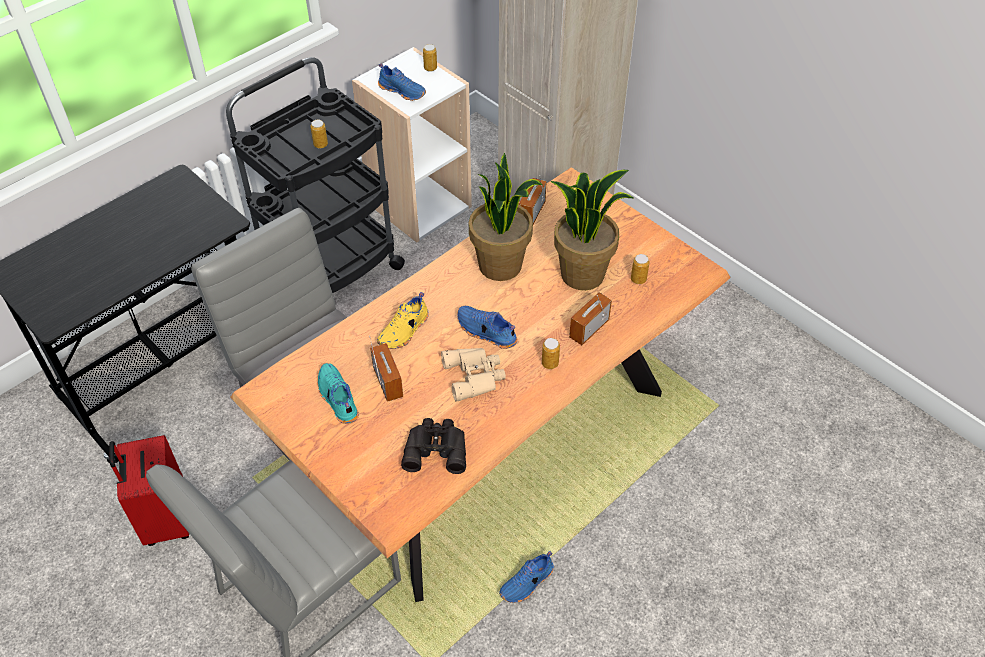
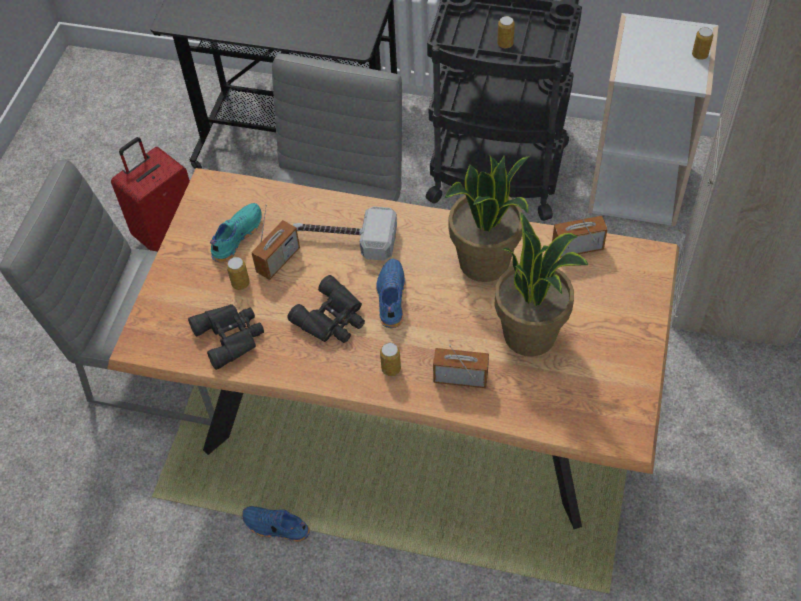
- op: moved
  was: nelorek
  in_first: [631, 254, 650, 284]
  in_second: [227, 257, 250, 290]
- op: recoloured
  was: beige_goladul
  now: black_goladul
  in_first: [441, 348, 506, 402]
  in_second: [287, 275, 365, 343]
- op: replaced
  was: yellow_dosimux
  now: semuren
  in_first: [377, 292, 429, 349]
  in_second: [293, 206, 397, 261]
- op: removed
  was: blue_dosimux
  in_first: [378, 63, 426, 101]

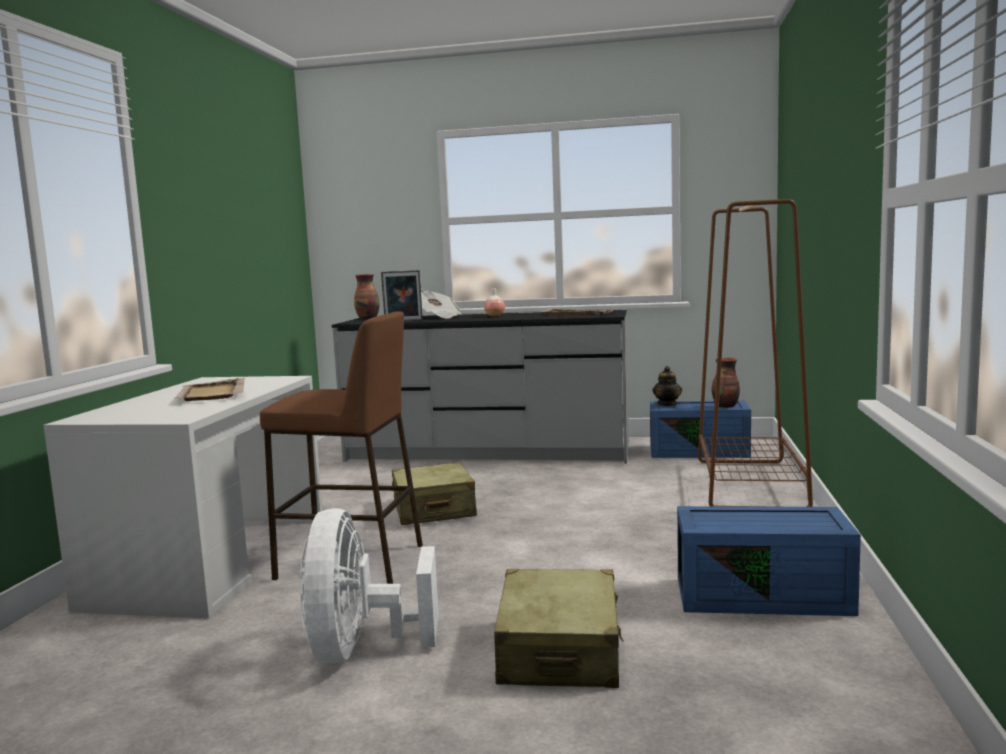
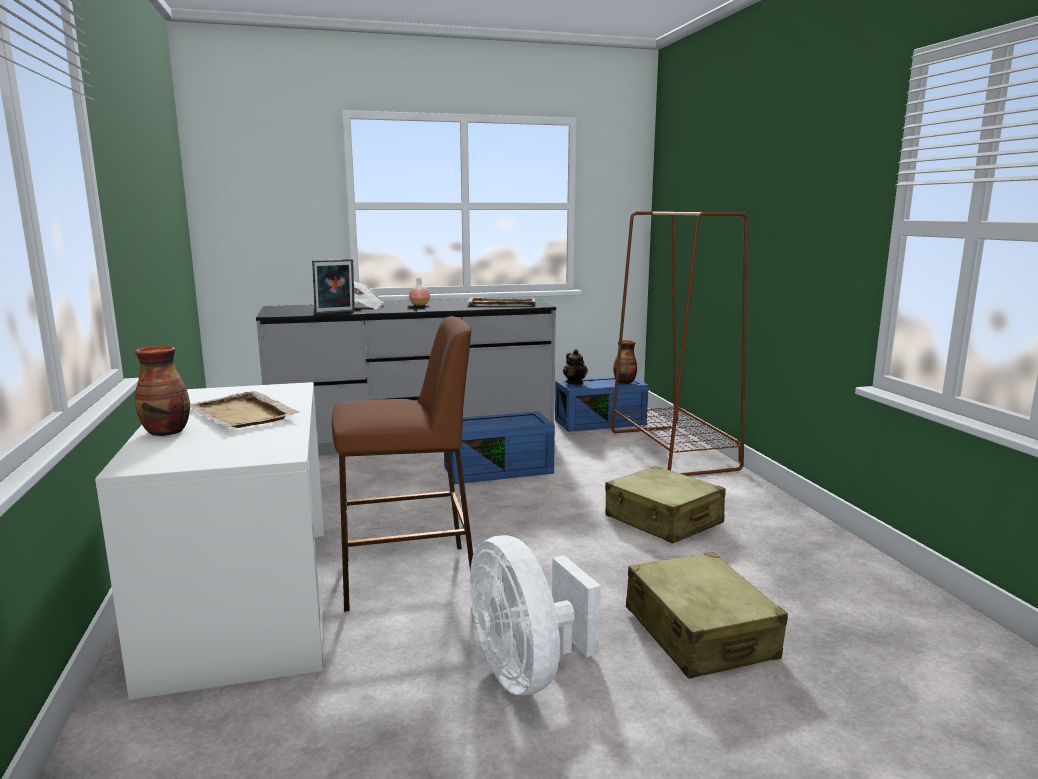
- op: moved
  was: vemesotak
  in_first: [354, 274, 380, 319]
  in_second: [135, 346, 190, 436]
- op: moved
  was: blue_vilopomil
  in_first: [677, 506, 861, 616]
  in_second: [444, 411, 555, 484]
- op: moved
  was: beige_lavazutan
  in_first: [392, 462, 477, 525]
  in_second: [605, 466, 726, 544]

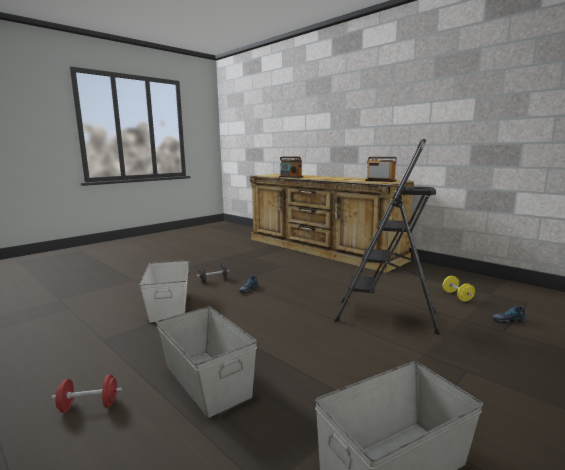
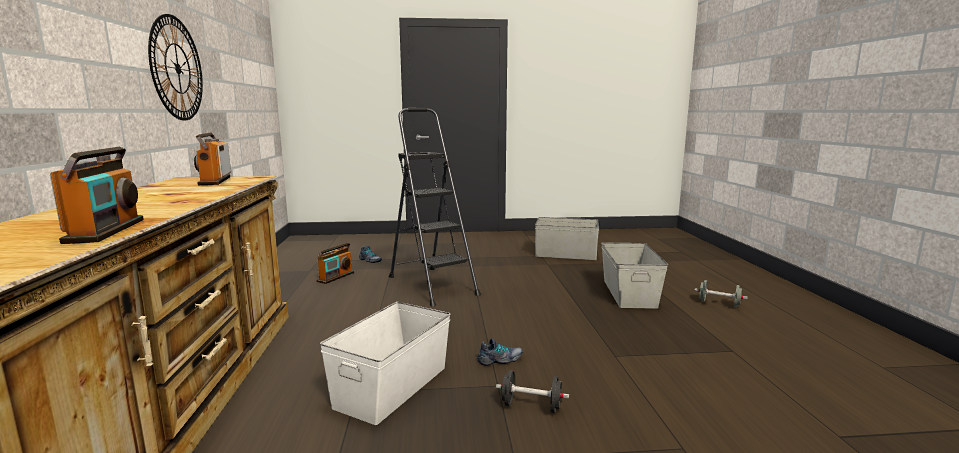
- op: added
  now: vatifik
  in_second: [148, 14, 203, 121]
- op: replaced
  was: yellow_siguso
  now: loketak
  in_first: [443, 276, 475, 302]
  in_second: [316, 243, 354, 284]
- op: moved
  was: white_vilopomil
  in_first: [139, 260, 189, 323]
  in_second: [320, 302, 451, 425]
- op: recoloured
  was: red_siguso
  now: grey_siguso
  in_first: [51, 374, 122, 413]
  in_second: [695, 280, 748, 308]

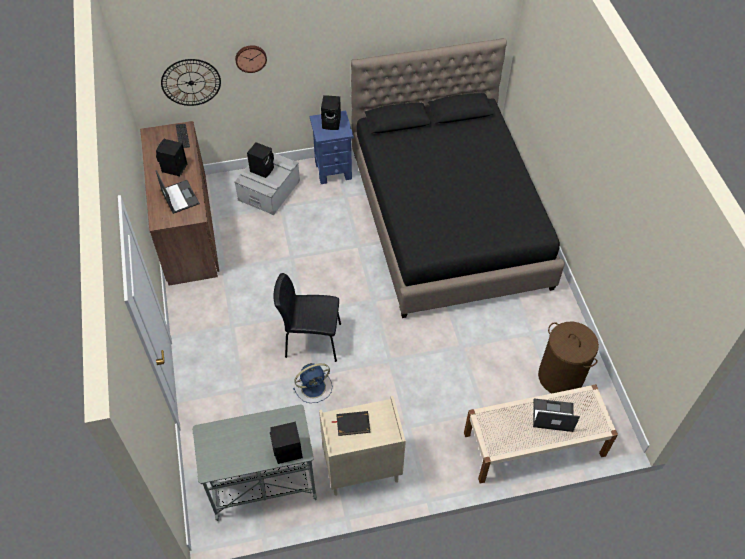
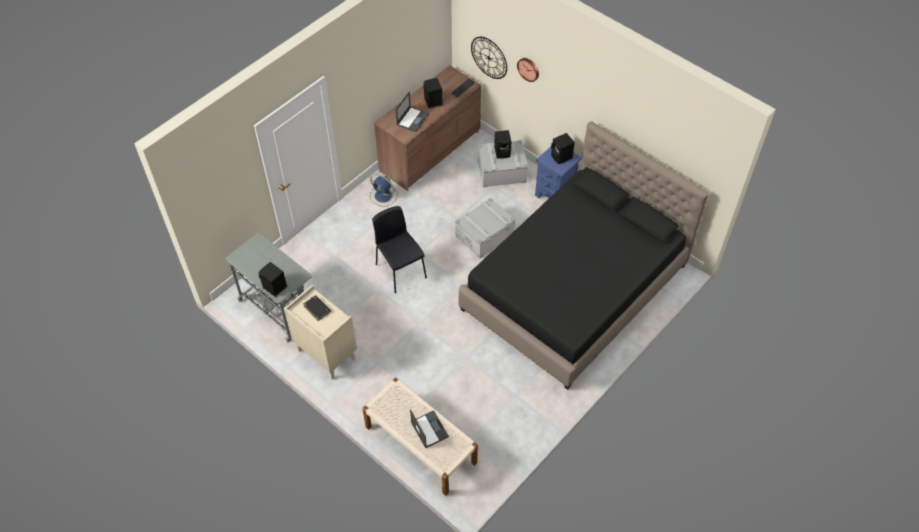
- op: moved
  was: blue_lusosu
  in_first: [293, 363, 332, 403]
  in_second: [370, 174, 398, 207]
- op: added
  now: grey_vilopomil
  in_second: [455, 198, 516, 259]
- op: removed
  was: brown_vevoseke
  in_first: [538, 322, 599, 393]

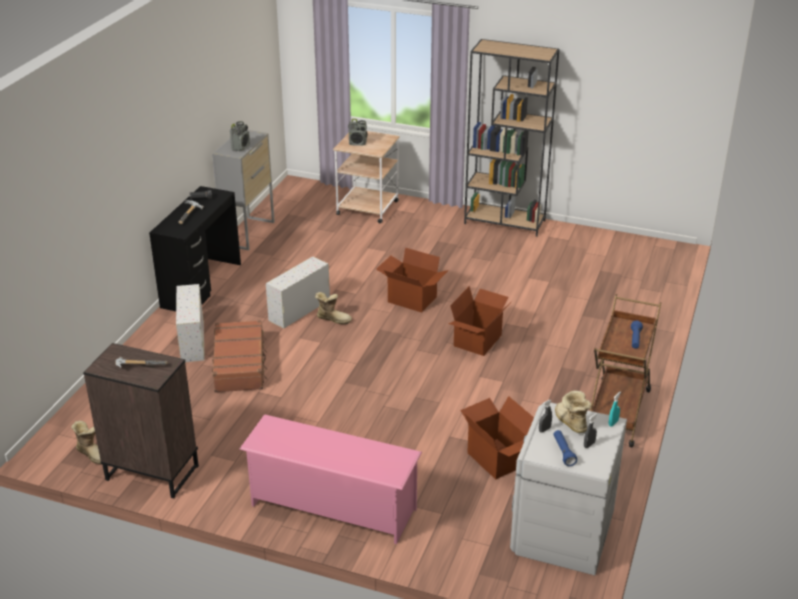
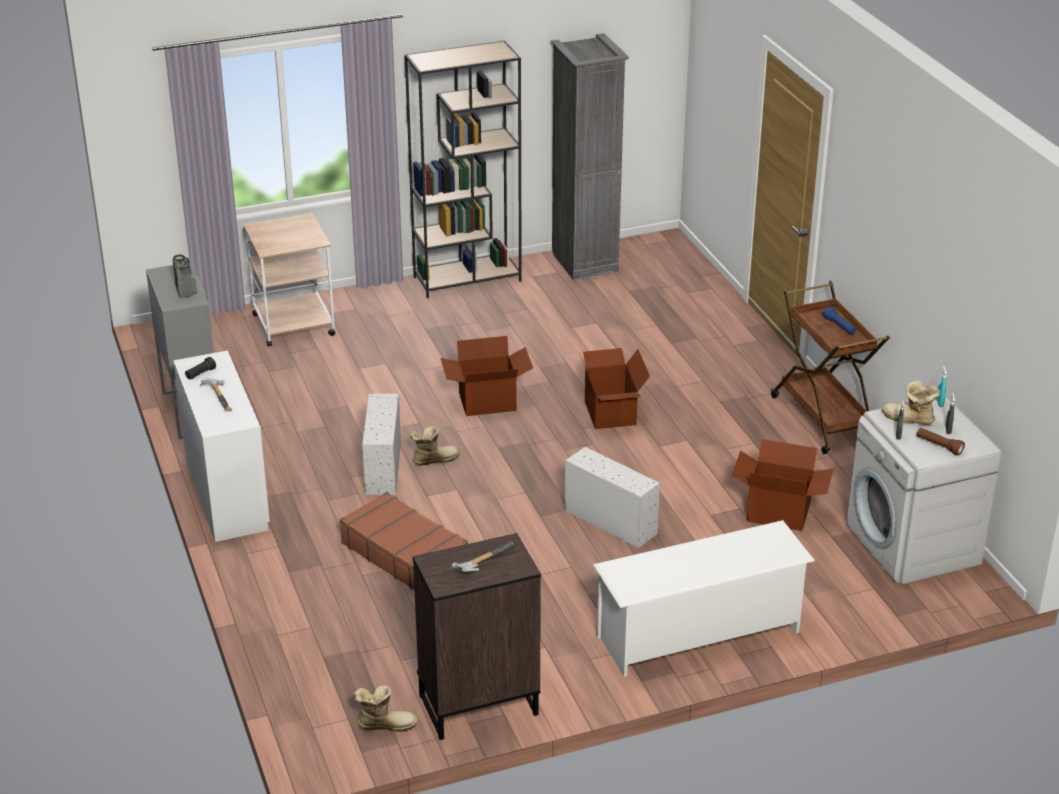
- op: recoloured
  was: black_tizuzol
  now: white_tizuzol
  in_first: [149, 186, 241, 311]
  in_second: [173, 350, 270, 542]
- op: added
  now: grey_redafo
  in_second: [551, 33, 629, 280]
- op: moved
  was: white_vilopomil
  in_first: [176, 284, 205, 362]
  in_second: [565, 447, 660, 548]
- op: recoloured
  was: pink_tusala
  now: white_tusala
  in_first: [239, 414, 422, 544]
  in_second: [593, 520, 815, 677]
- op: recoloured
  was: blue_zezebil
  now: brown_zezebil
  in_first: [554, 430, 577, 466]
  in_second: [917, 428, 965, 455]
- op: removed
  was: loketak
  in_first: [348, 119, 367, 146]

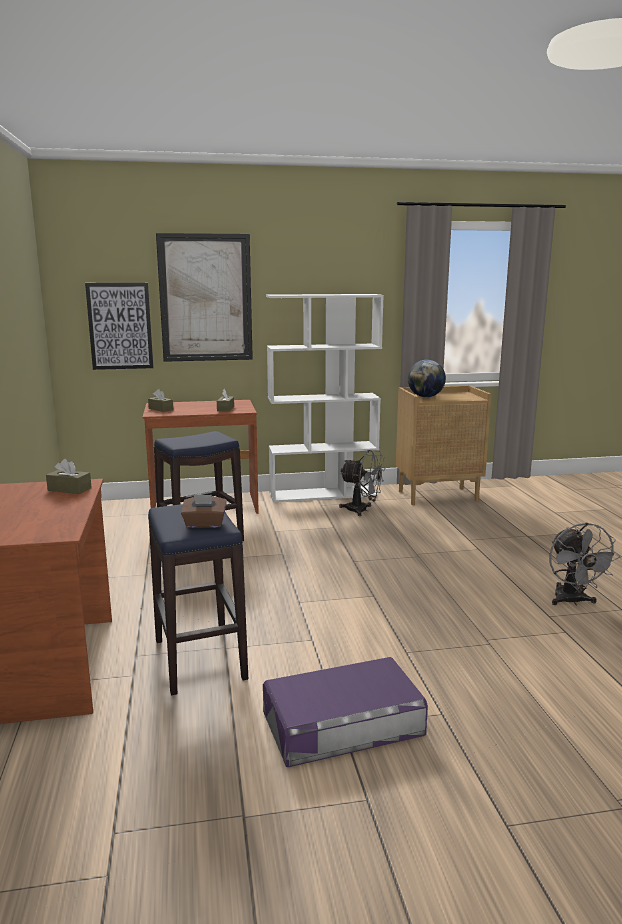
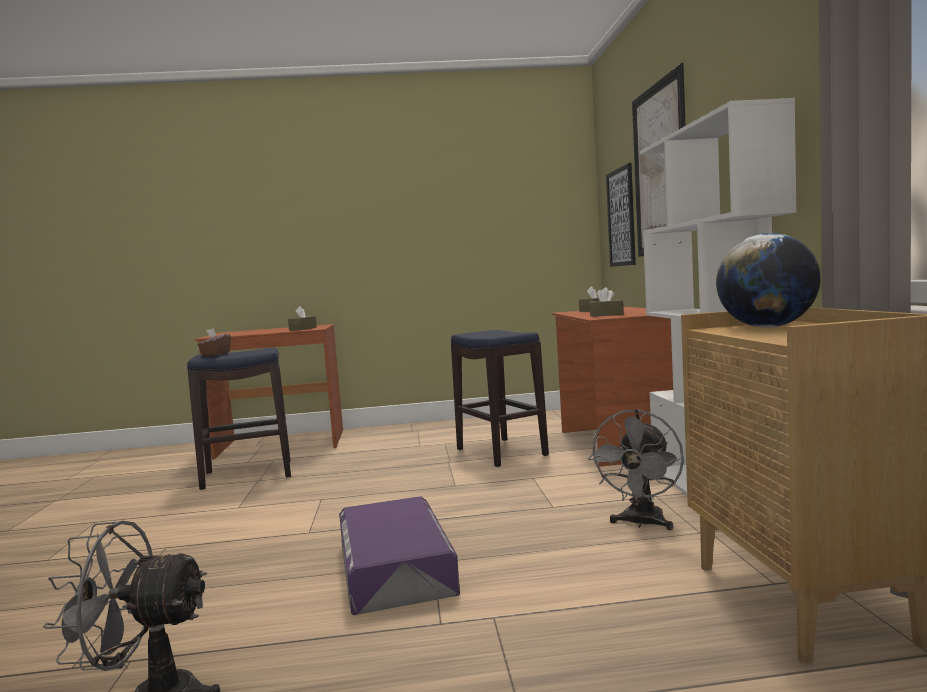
- op: moved
  was: purple_vilopomil
  in_first: [263, 657, 428, 767]
  in_second: [339, 496, 460, 615]

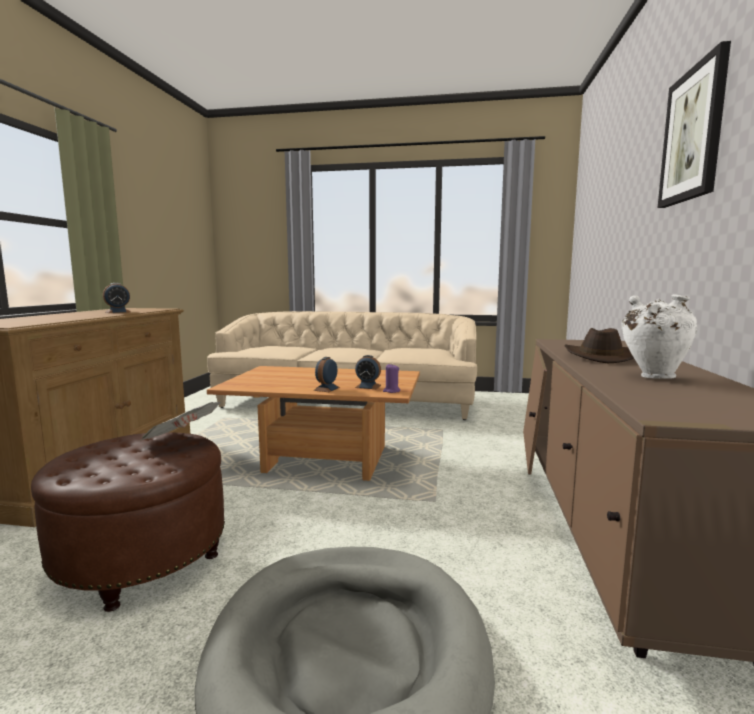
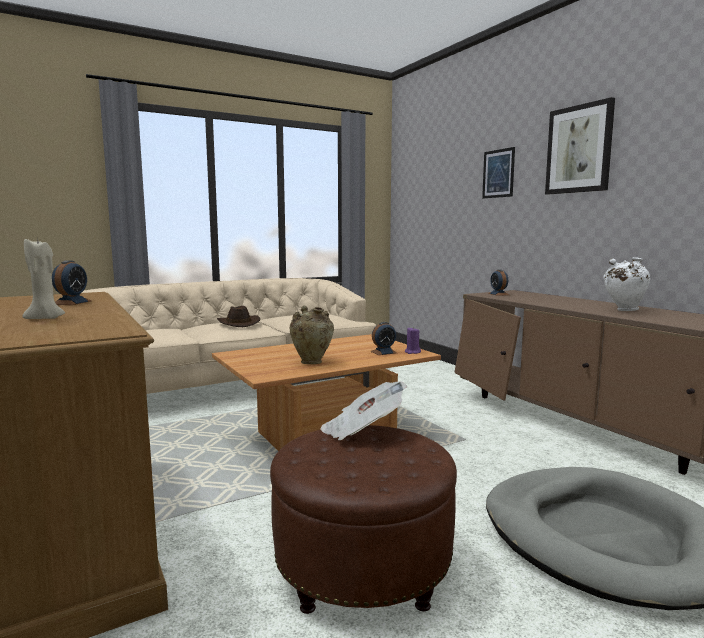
- op: added
  now: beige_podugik
  in_second: [22, 236, 65, 319]
- op: moved
  was: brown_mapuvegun
  in_first: [565, 328, 634, 363]
  in_second: [217, 306, 260, 327]
- op: added
  now: beige_vemesotak
  in_second: [290, 306, 334, 364]
- op: added
  now: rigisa
  in_second: [482, 147, 515, 199]
- op: moved
  was: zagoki
  in_first: [313, 357, 340, 392]
  in_second: [488, 269, 509, 296]

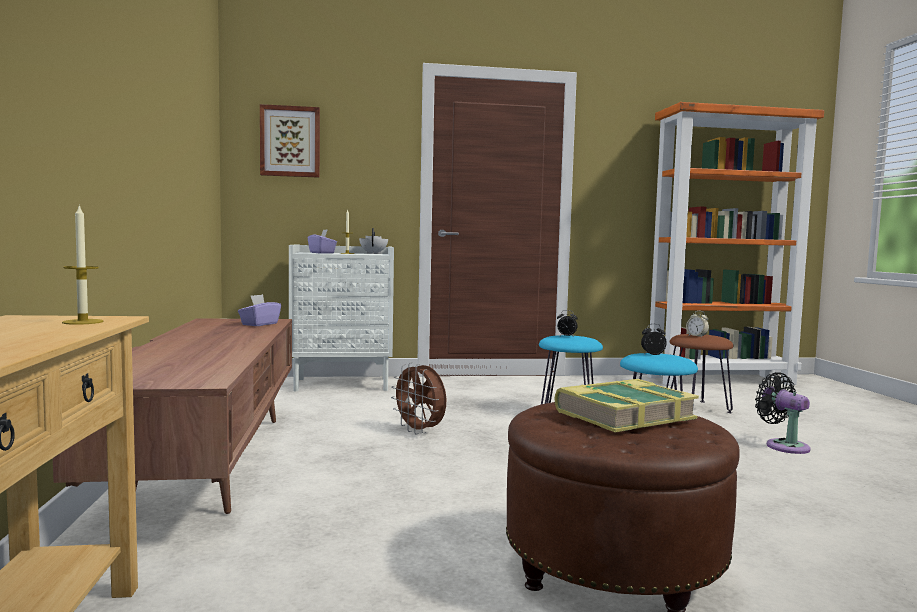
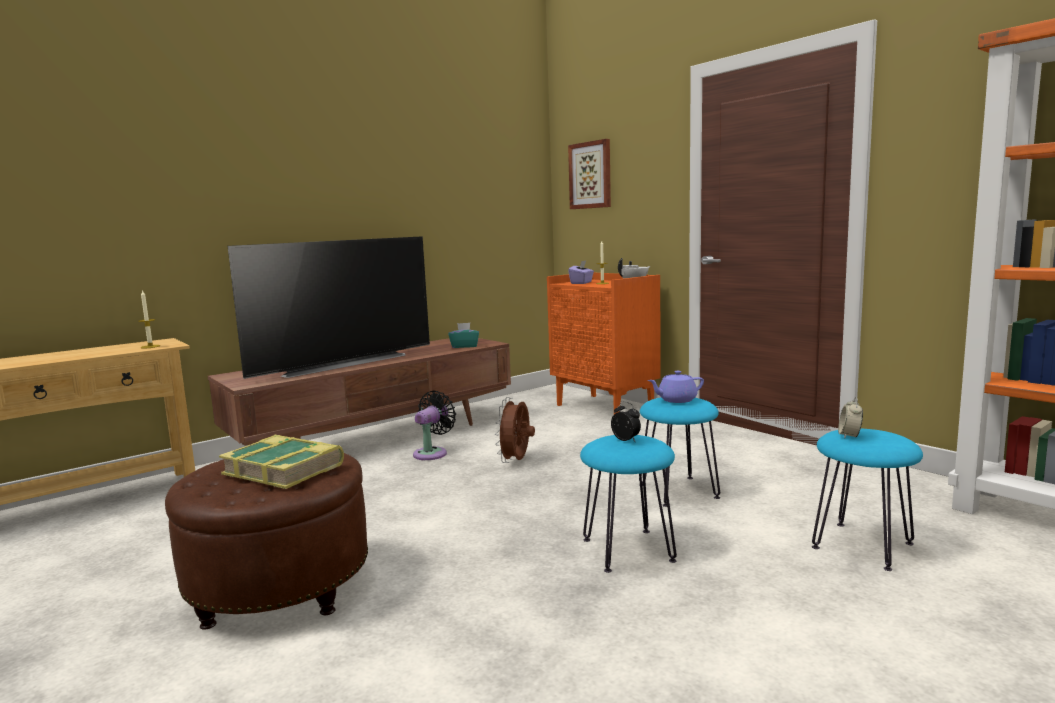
- op: added
  now: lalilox
  in_second: [228, 236, 430, 379]
- op: moved
  was: black_lusosu
  in_first: [755, 372, 811, 454]
  in_second: [413, 390, 456, 460]
- op: recoloured
  was: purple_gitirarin
  now: turquoise_gitirarin
  in_first: [238, 294, 281, 326]
  in_second: [448, 323, 479, 348]
- op: recoloured
  was: white_redafo
  now: orange_redafo
  in_first: [289, 244, 394, 392]
  in_second: [547, 273, 661, 414]
- op: replaced
  was: zagoki
  now: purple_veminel
  in_first: [557, 310, 577, 337]
  in_second: [648, 371, 704, 403]
- op: recoloured
  was: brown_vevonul
  now: turquoise_vevonul
  in_first: [666, 334, 733, 415]
  in_second: [812, 429, 923, 571]

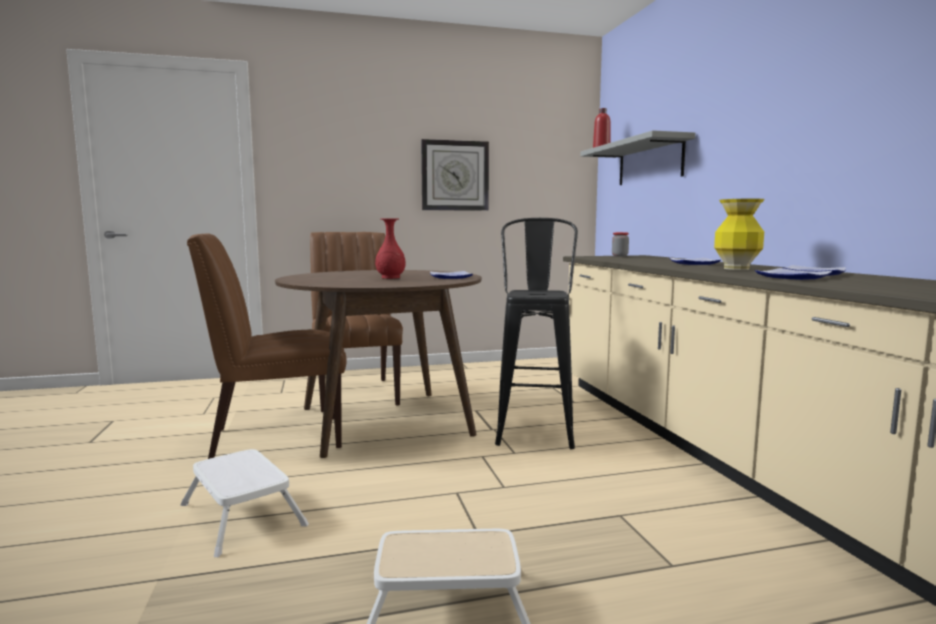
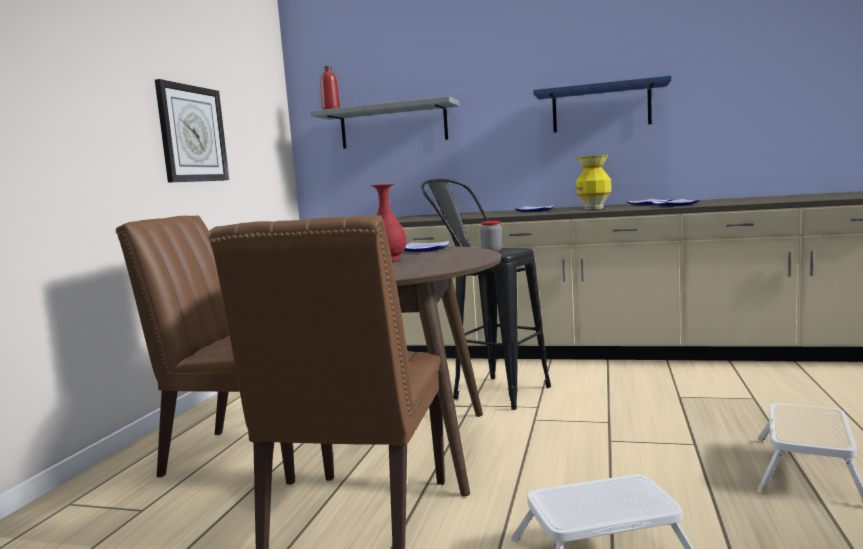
- op: moved
  was: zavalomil
  in_first: [612, 232, 629, 257]
  in_second: [480, 221, 502, 252]
- op: added
  now: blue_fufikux
  in_second: [533, 76, 672, 133]

